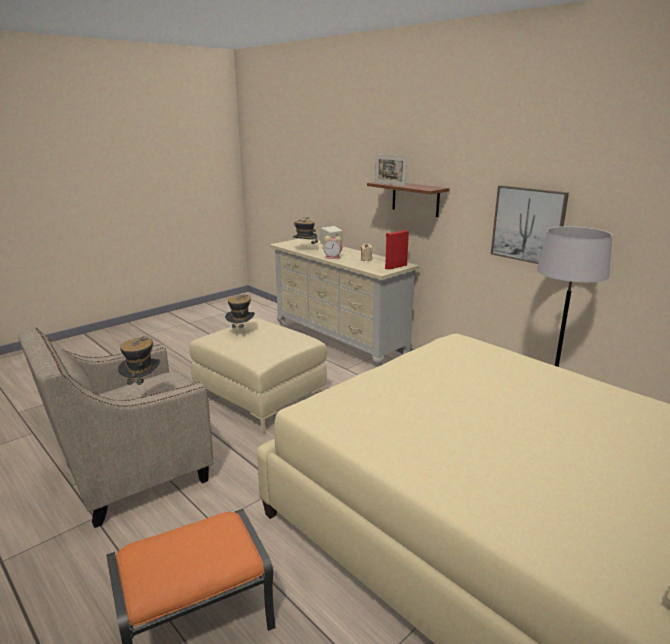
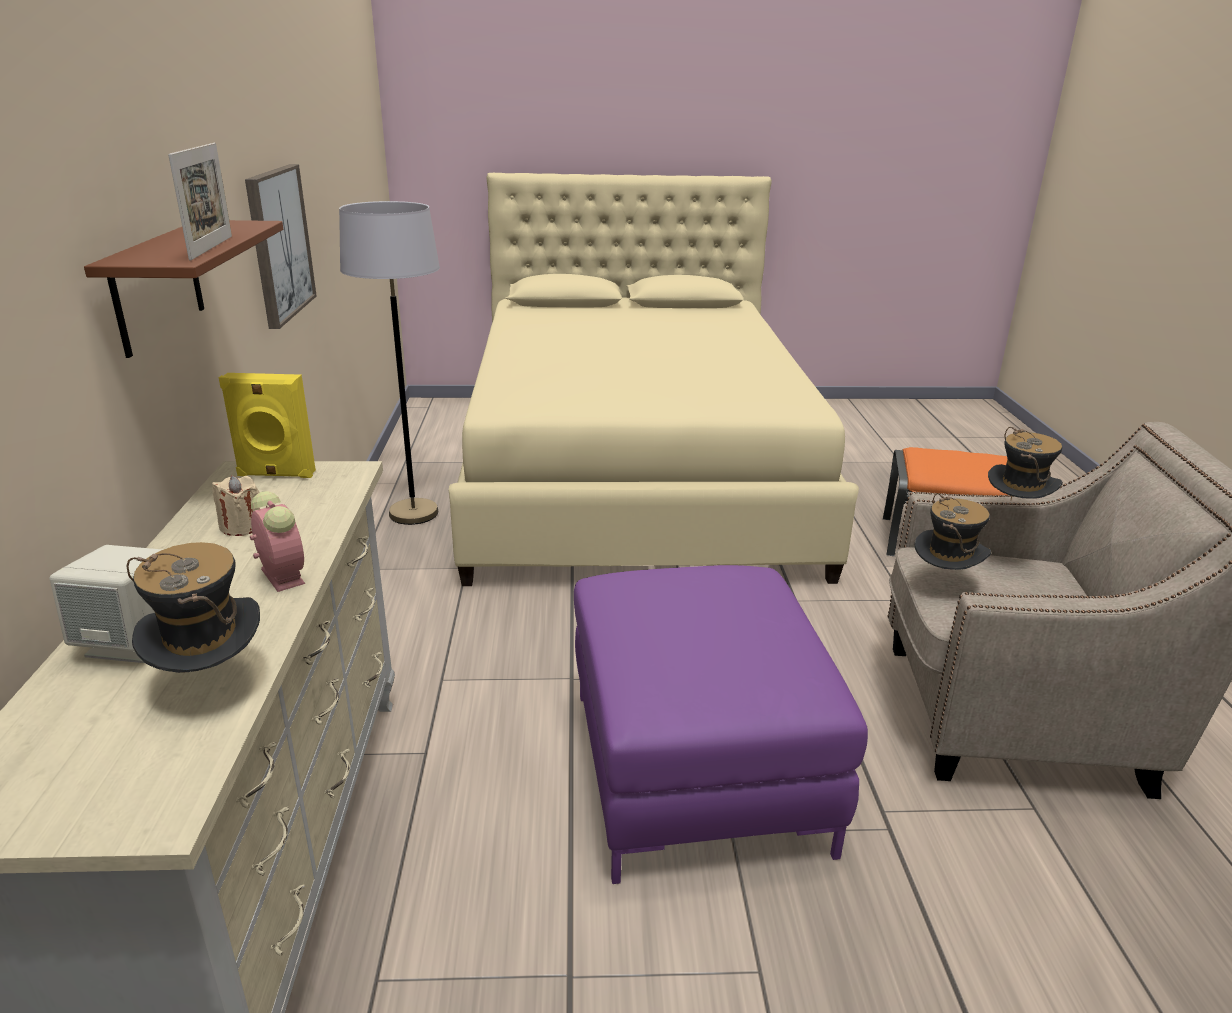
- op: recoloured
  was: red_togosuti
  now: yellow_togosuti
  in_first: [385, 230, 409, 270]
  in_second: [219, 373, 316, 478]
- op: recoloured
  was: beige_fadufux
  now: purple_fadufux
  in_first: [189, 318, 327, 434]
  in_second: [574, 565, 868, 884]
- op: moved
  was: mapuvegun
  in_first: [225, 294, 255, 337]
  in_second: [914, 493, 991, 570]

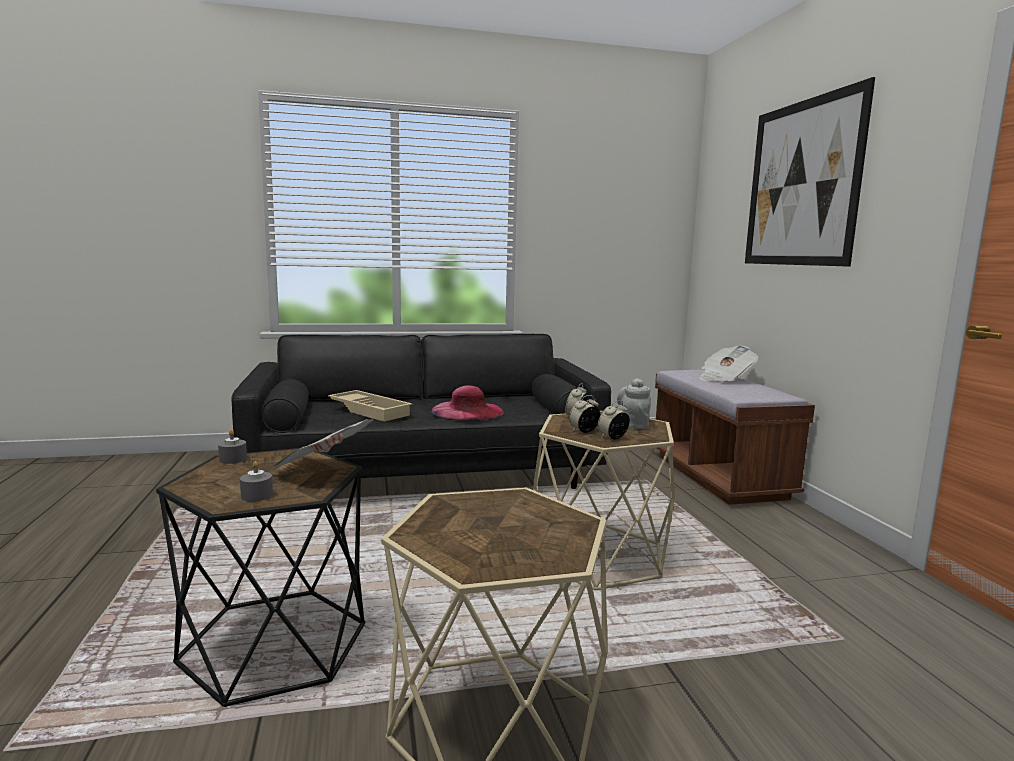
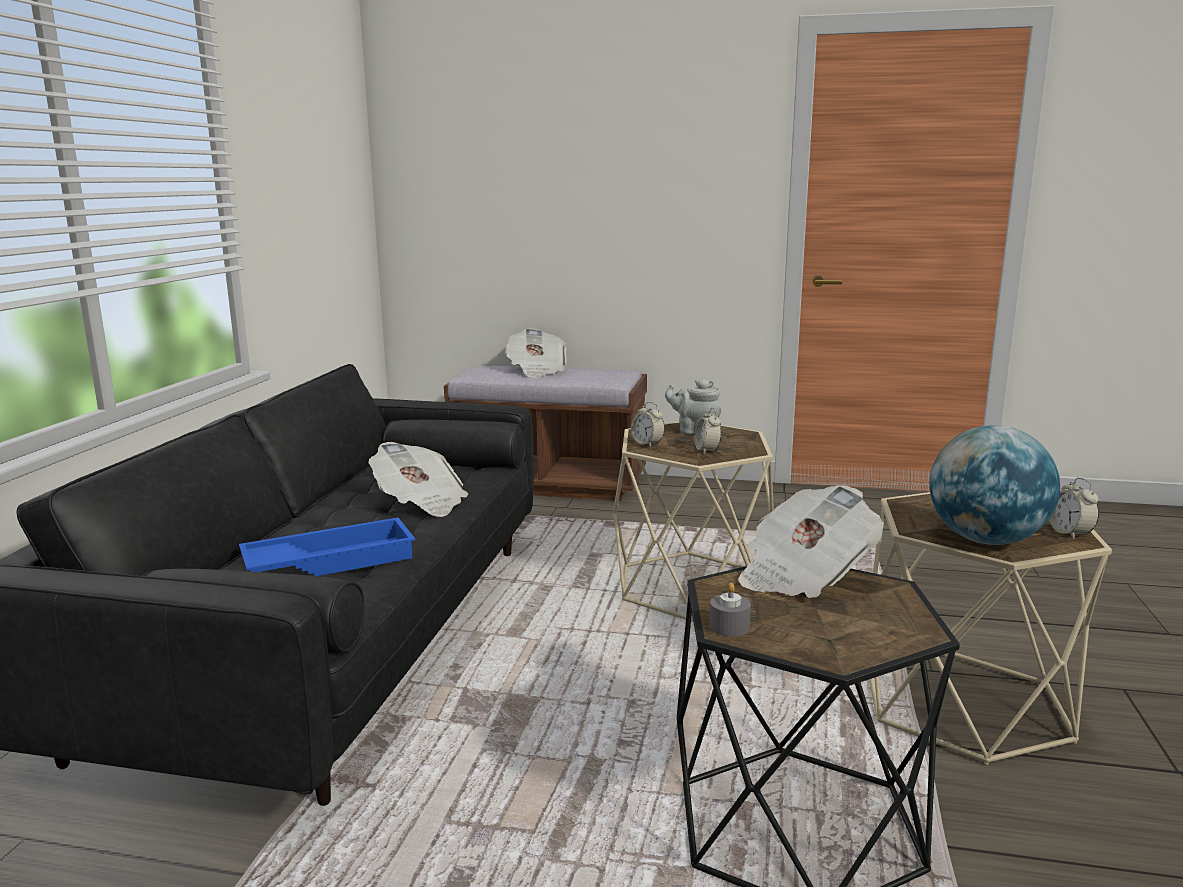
- op: recoloured
  was: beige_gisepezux
  now: blue_gisepezux
  in_first: [328, 390, 412, 422]
  in_second: [239, 518, 415, 576]
- op: replaced
  was: pink_mapuvegun
  now: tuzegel
  in_first: [432, 386, 504, 421]
  in_second: [369, 442, 468, 517]
- op: added
  now: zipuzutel
  in_second: [929, 425, 1060, 545]
- op: moved
  was: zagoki
  in_first: [598, 400, 630, 440]
  in_second: [1049, 478, 1099, 540]
- op: removed
  was: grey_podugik
  in_first: [240, 461, 273, 502]
- op: removed
  was: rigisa
  in_first: [745, 77, 875, 267]

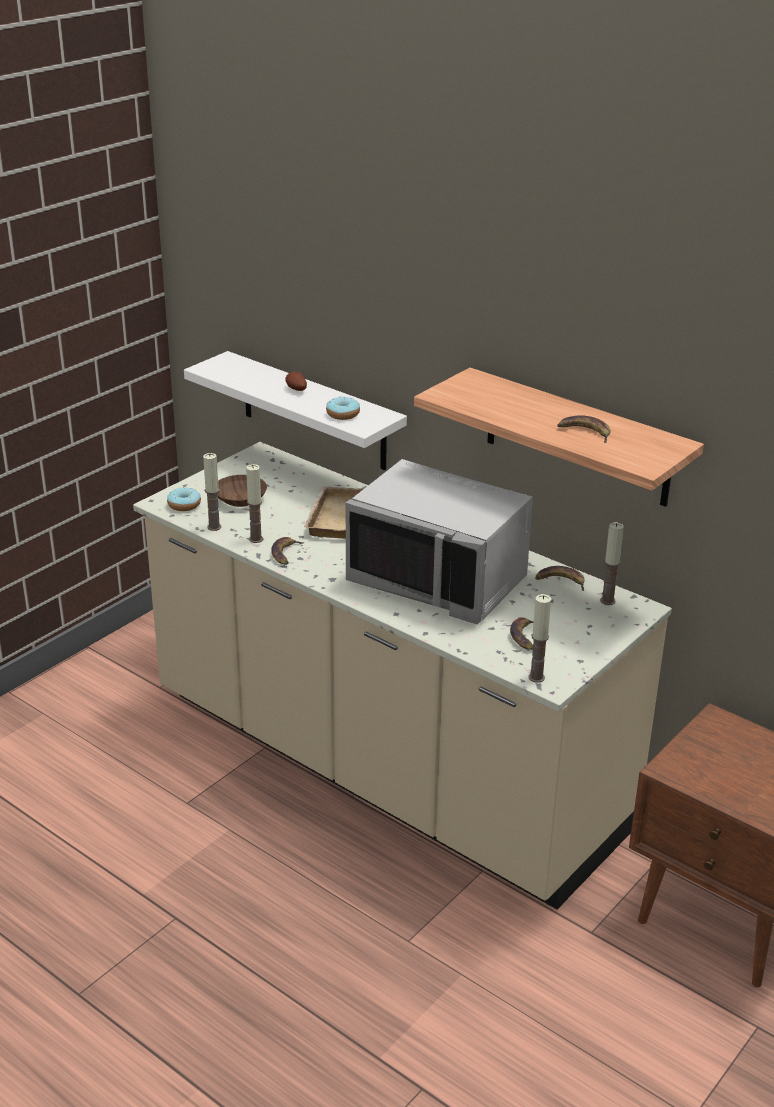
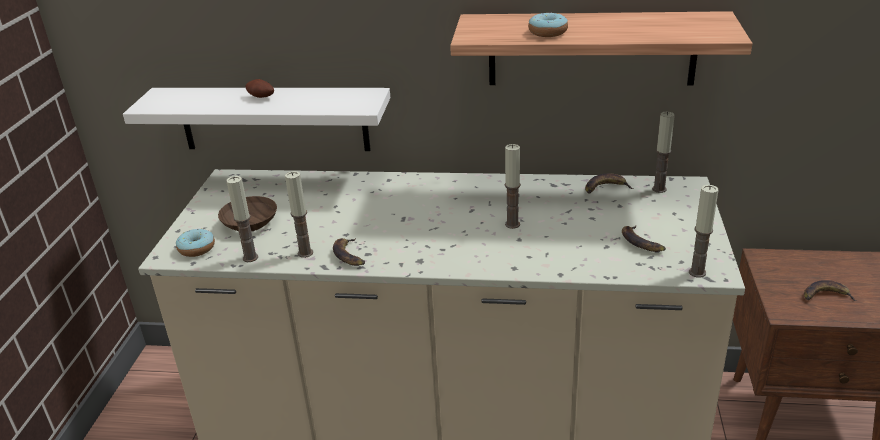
- op: replaced
  was: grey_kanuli
  now: podugik
  in_first: [346, 459, 533, 625]
  in_second: [505, 144, 521, 229]
- op: moved
  was: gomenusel
  in_first: [326, 397, 360, 420]
  in_second: [528, 13, 568, 37]
- op: moved
  was: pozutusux
  in_first: [557, 415, 610, 443]
  in_second: [804, 280, 857, 301]
- op: removed
  was: beige_gisepezux
  in_first: [304, 486, 363, 539]

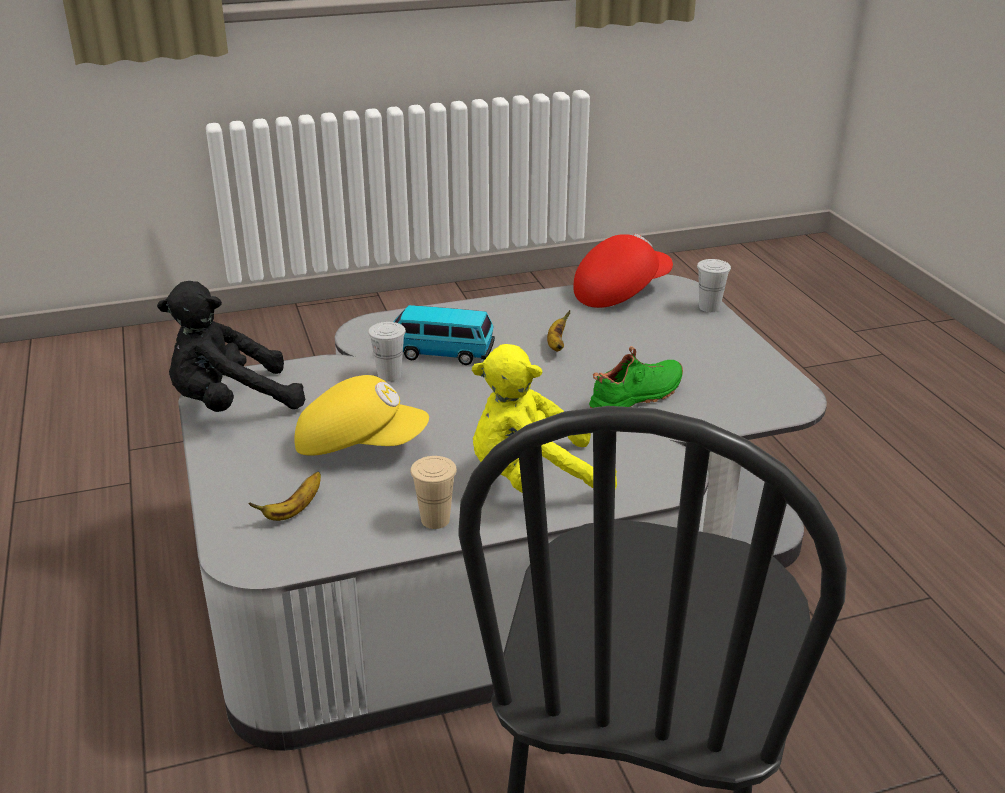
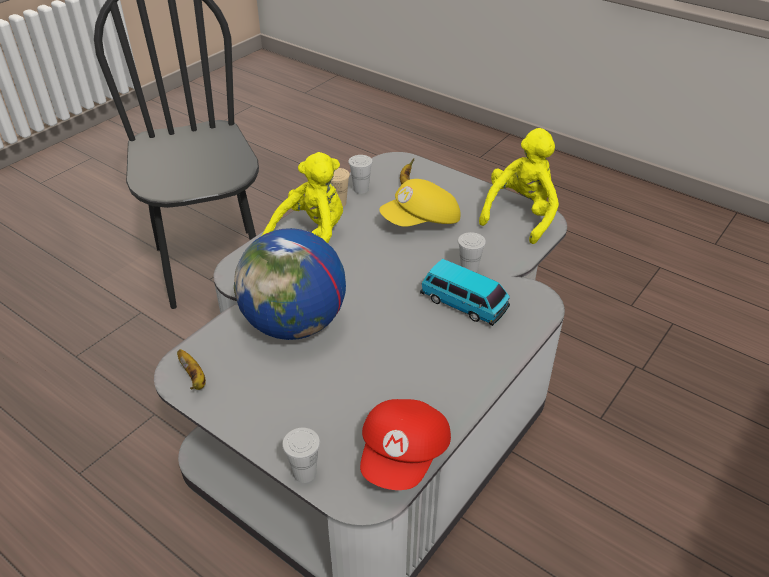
- op: moved
  was: pozutusux
  in_first: [547, 310, 570, 351]
  in_second: [177, 349, 206, 390]
- op: replaced
  was: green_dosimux
  now: zipuzutel
  in_first: [589, 346, 683, 408]
  in_second: [234, 228, 346, 340]
- op: added
  now: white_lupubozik
  in_second: [348, 155, 373, 194]
- op: turned
  was: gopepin
  in_first: [393, 305, 495, 365]
  in_second: [420, 259, 510, 326]
  clockwise: 60
- op: recoloured
  was: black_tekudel
  now: yellow_tekudel
  in_first: [157, 281, 305, 412]
  in_second: [479, 128, 559, 244]

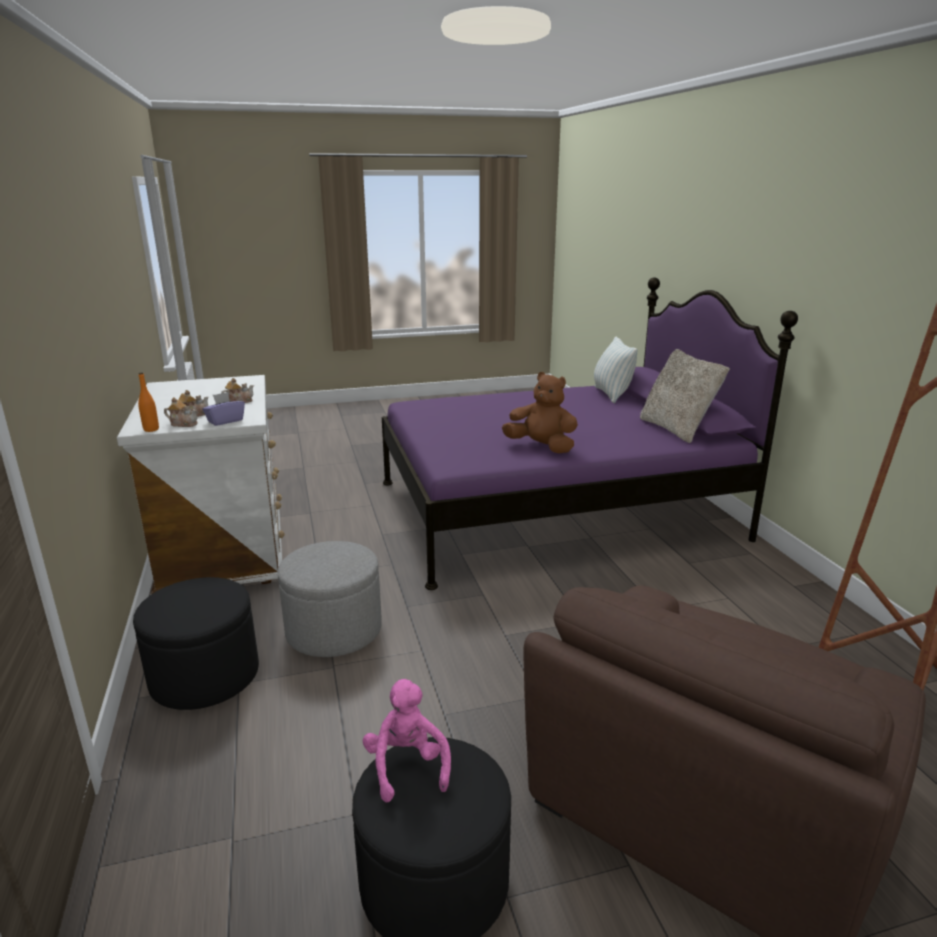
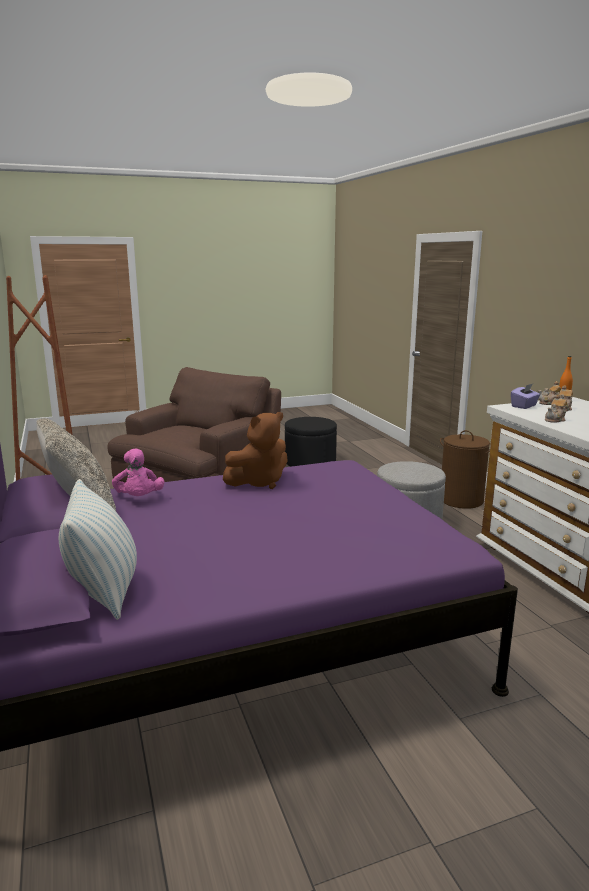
- op: moved
  was: pink_tekudel
  in_first: [363, 679, 451, 803]
  in_second: [112, 449, 165, 496]
- op: turned
  was: brown_tekudel
  in_first: [502, 372, 578, 453]
  in_second: [223, 412, 288, 489]
  clockwise: -60
- op: replaced
  was: black_fadufux
  now: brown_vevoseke
  in_first: [133, 577, 259, 710]
  in_second: [440, 430, 490, 509]

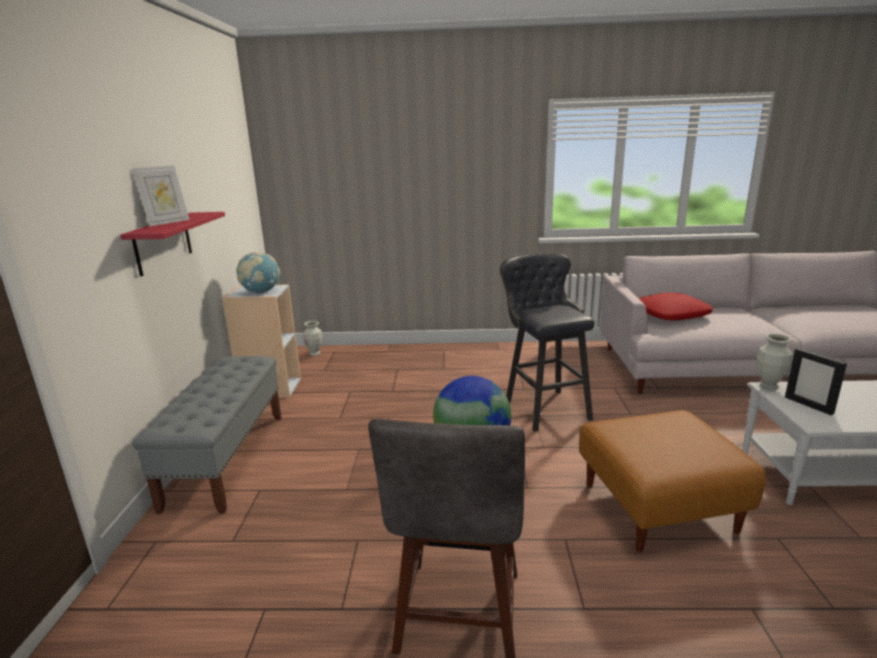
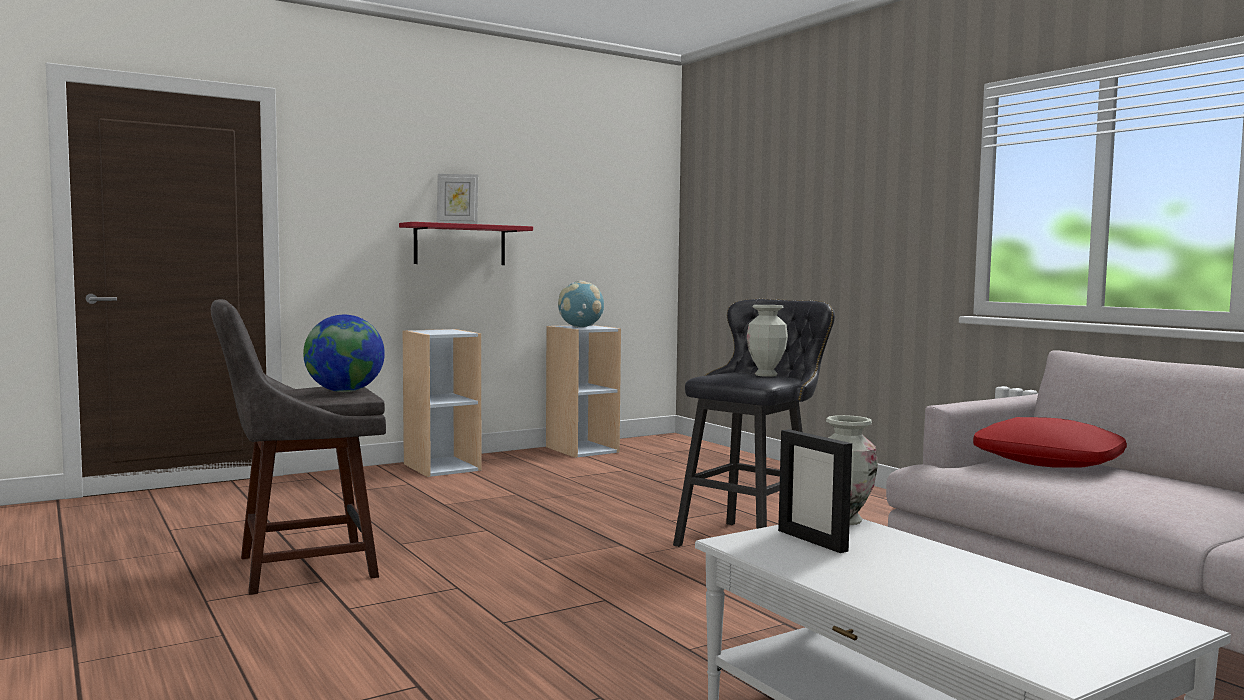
- op: replaced
  was: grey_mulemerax
  now: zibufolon
  in_first: [132, 356, 282, 514]
  in_second: [403, 329, 481, 477]
- op: moved
  was: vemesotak
  in_first: [303, 321, 323, 356]
  in_second: [747, 305, 788, 377]
- op: turned
  was: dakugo
  in_first: [785, 348, 847, 415]
  in_second: [778, 429, 852, 553]
  clockwise: -60
- op: removed
  was: brown_fadufux
  in_first: [579, 410, 766, 552]

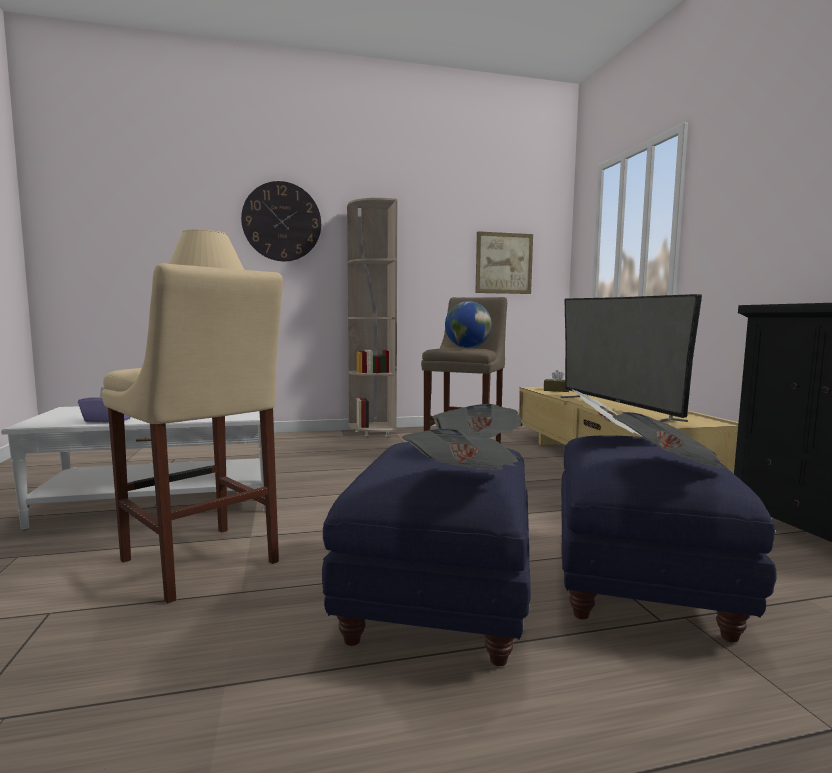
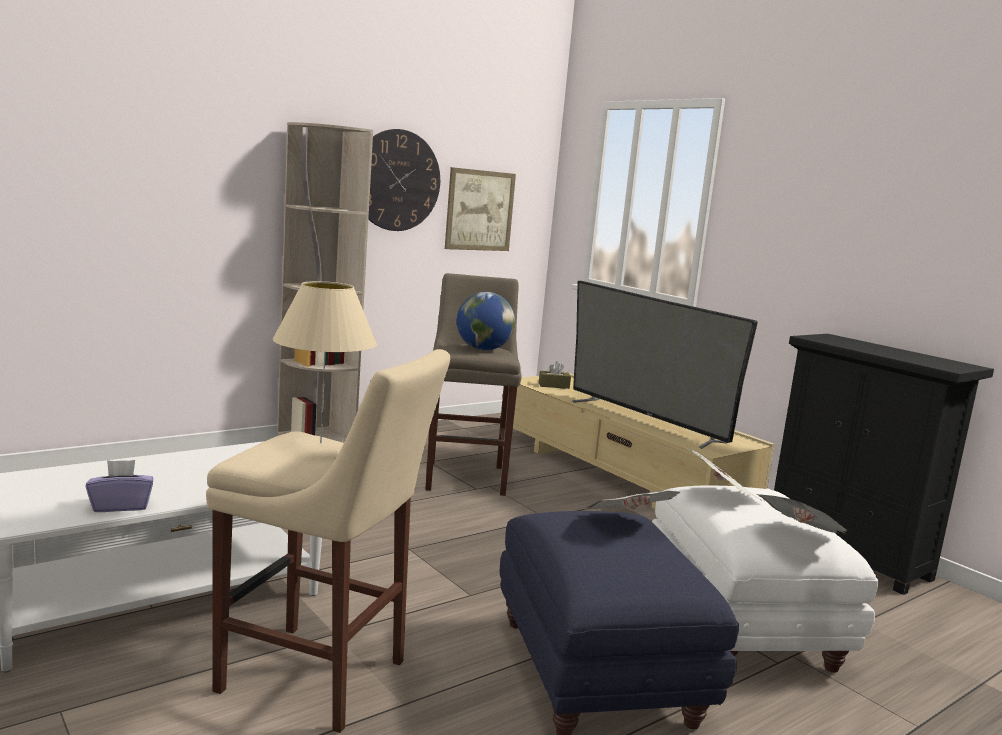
- op: moved
  was: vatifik
  in_first: [241, 181, 321, 261]
  in_second: [368, 129, 440, 231]
- op: recoloured
  was: blue_fadufux
  now: white_fadufux
  in_first: [561, 435, 777, 642]
  in_second: [652, 485, 879, 673]
- op: removed
  was: tuzegel
  in_first: [402, 429, 520, 470]

